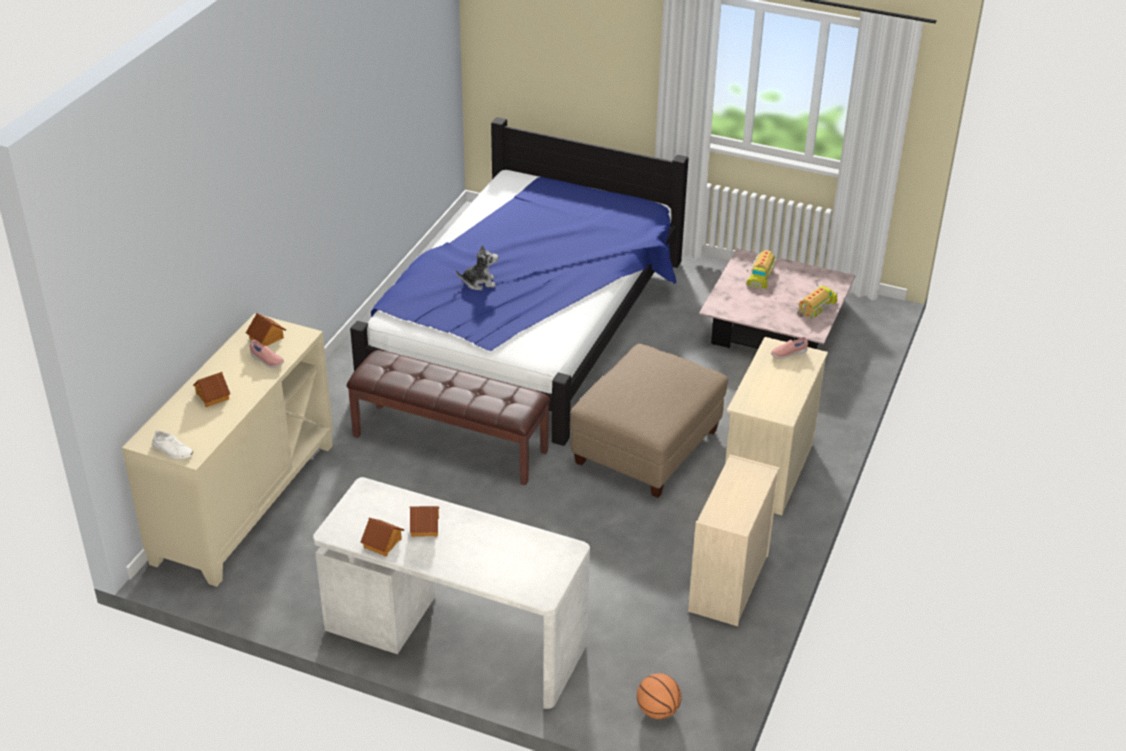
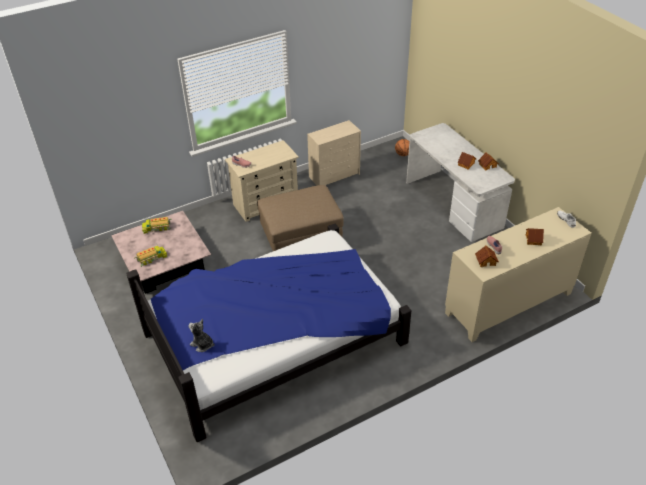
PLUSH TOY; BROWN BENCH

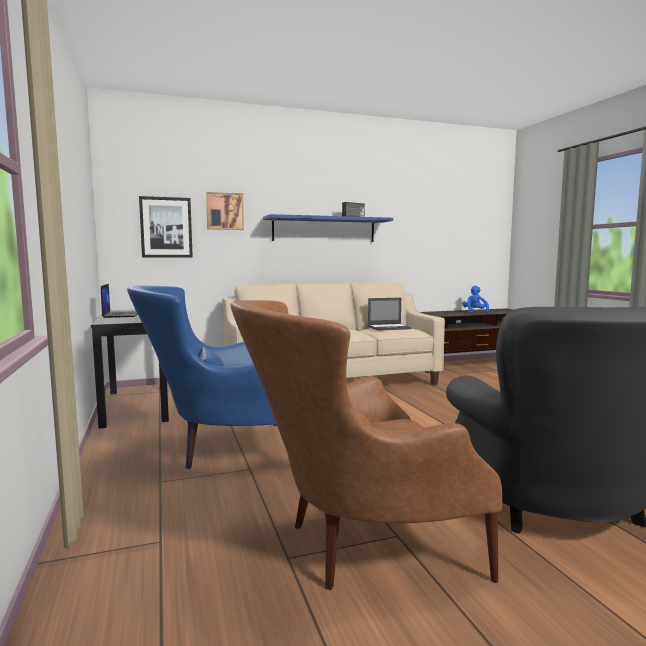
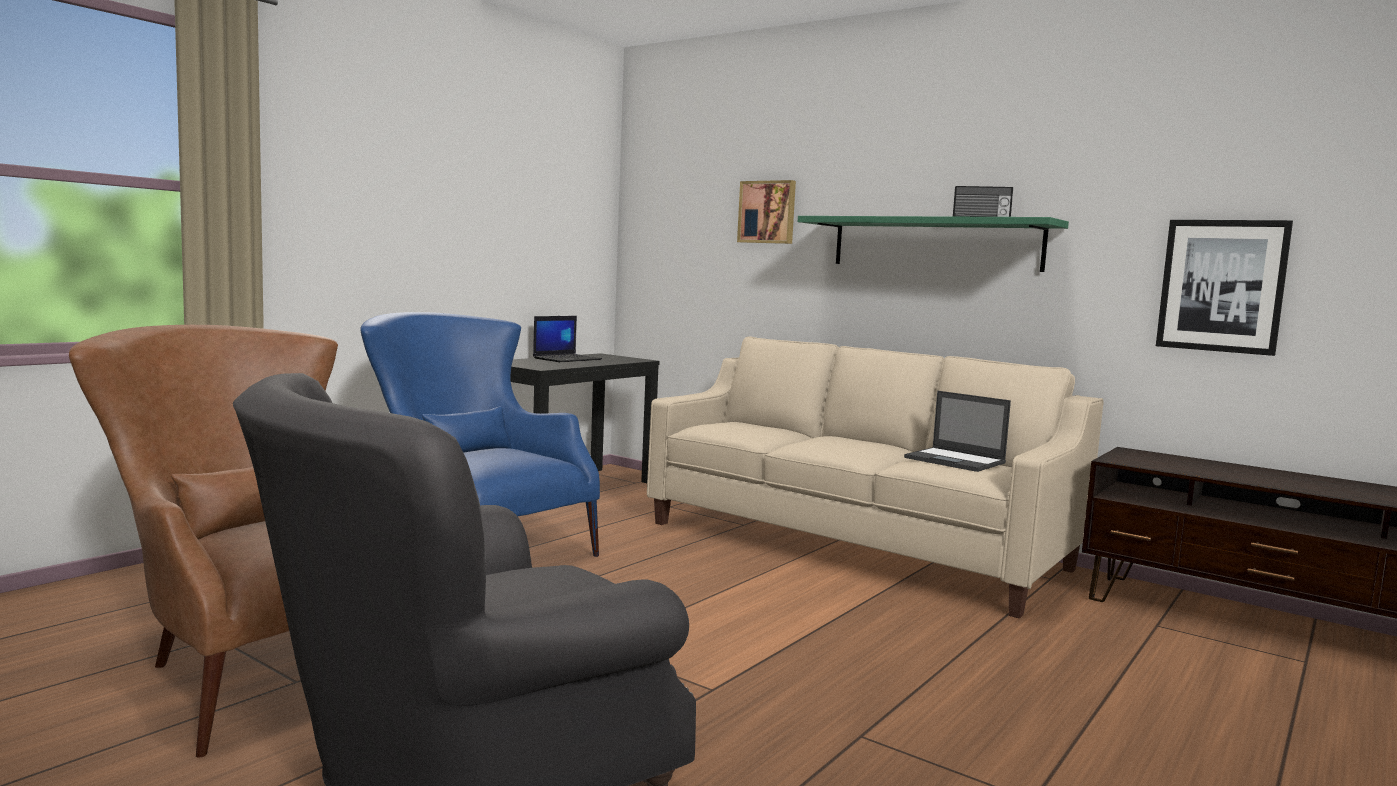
PICTURE (no. 2 from left); GREEN SHELF; BLUE PLUSH TOY

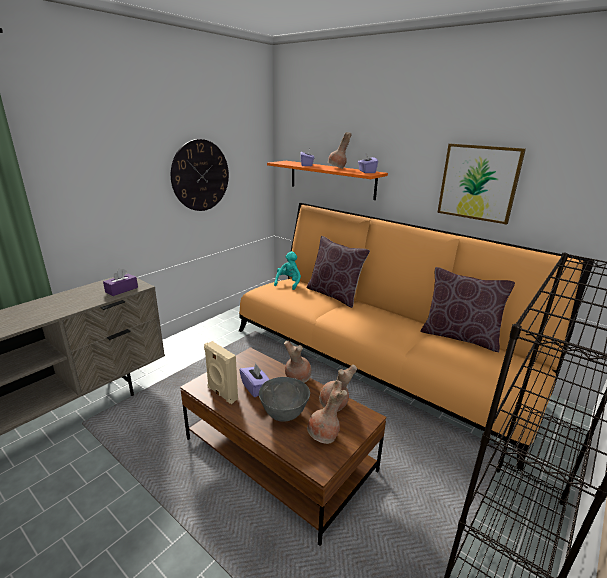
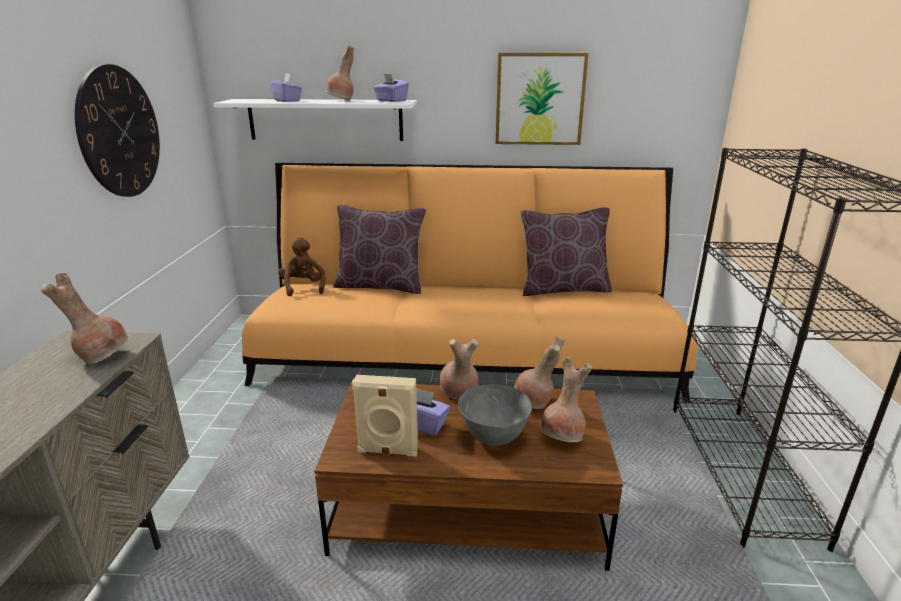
WHITE SHELF; BROWN PLUSH TOY; BROWN VASE (no. 1 from left)

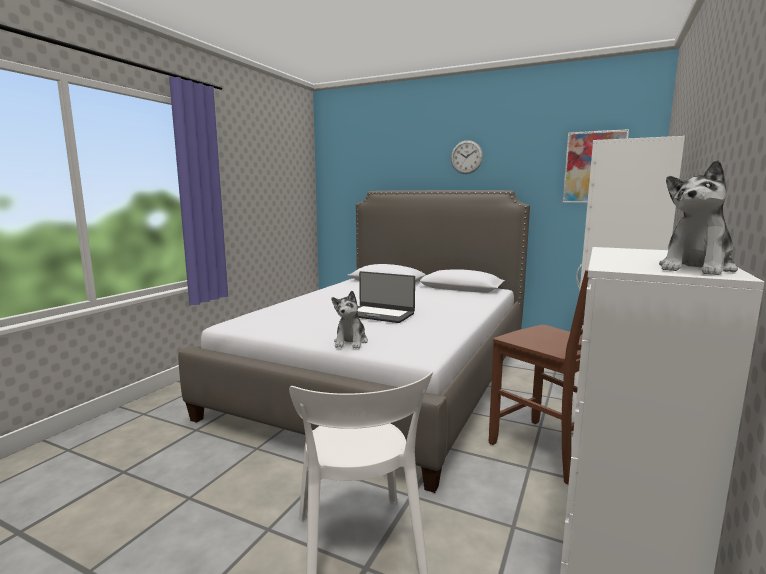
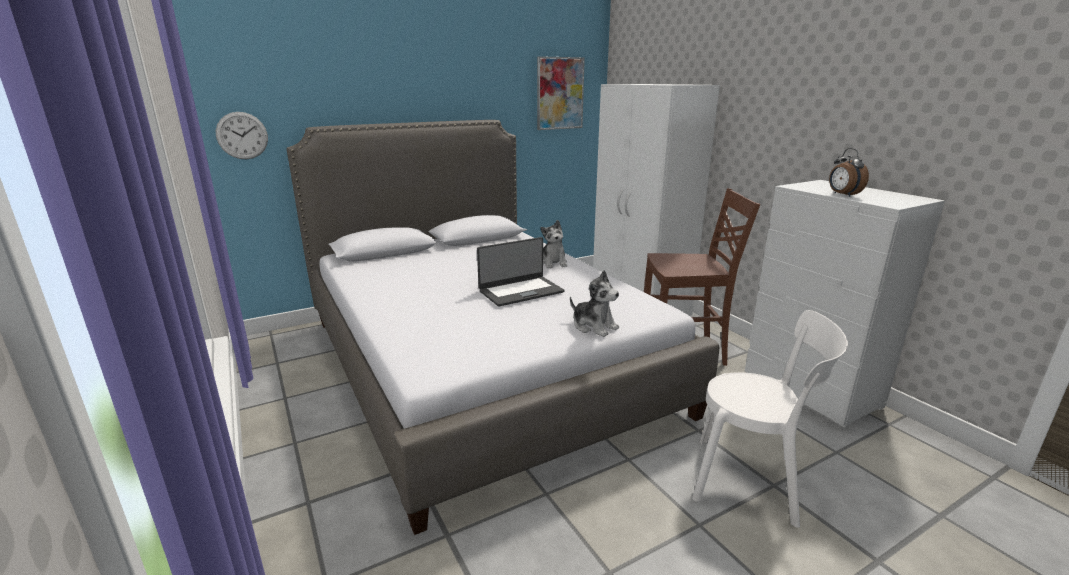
WALL CLOCK; PLUSH TOY (no. 1 from left); ALARM CLOCK

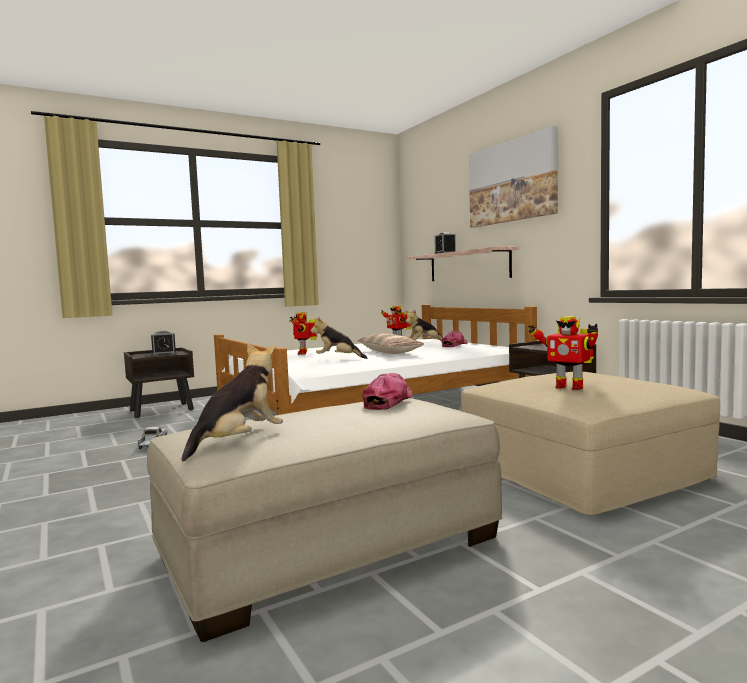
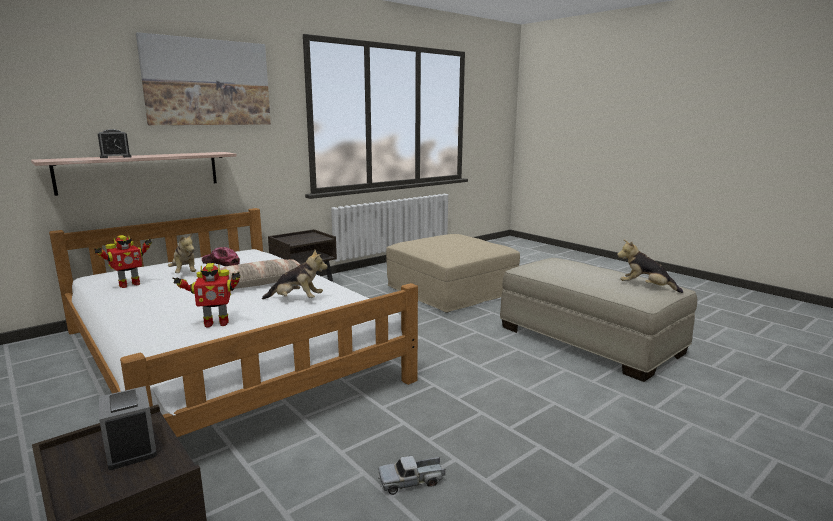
TOY ROBOT (no. 3 from left in the first image); PLUSH TOY (no. 2 from left); CAP (no. 1 from left in the first image)

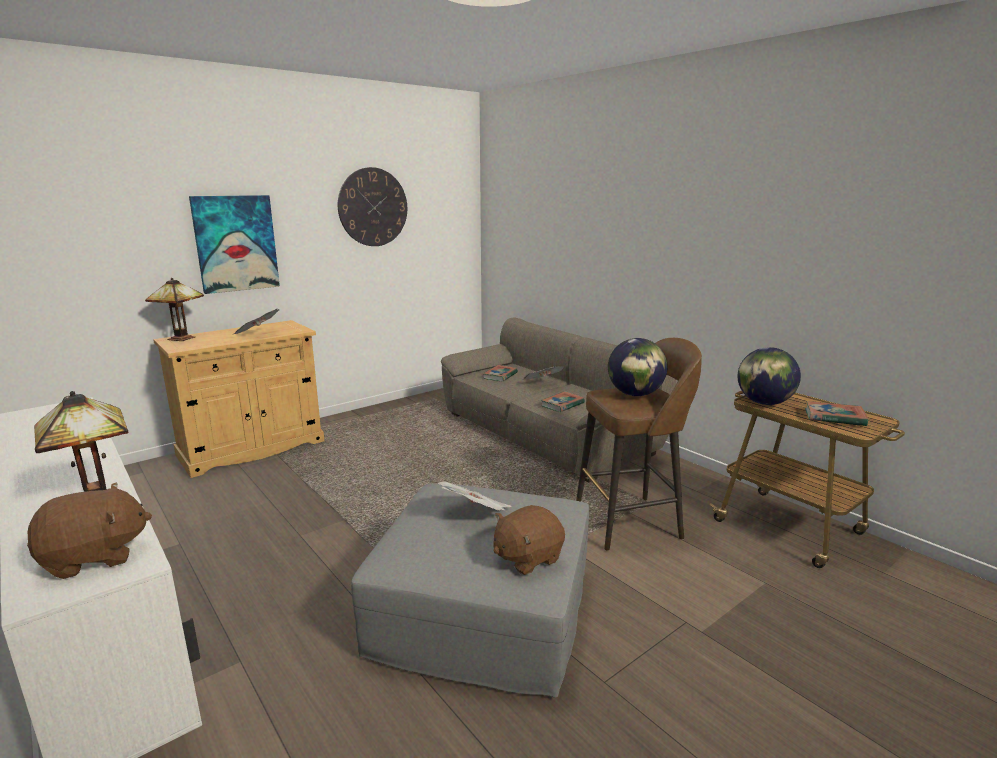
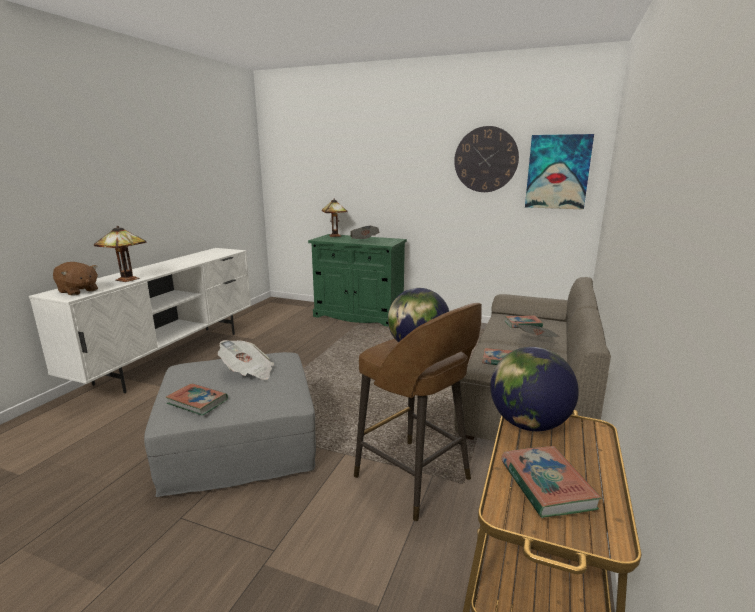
PICTURE; GREEN CABINET; BOOK (no. 1 from left)

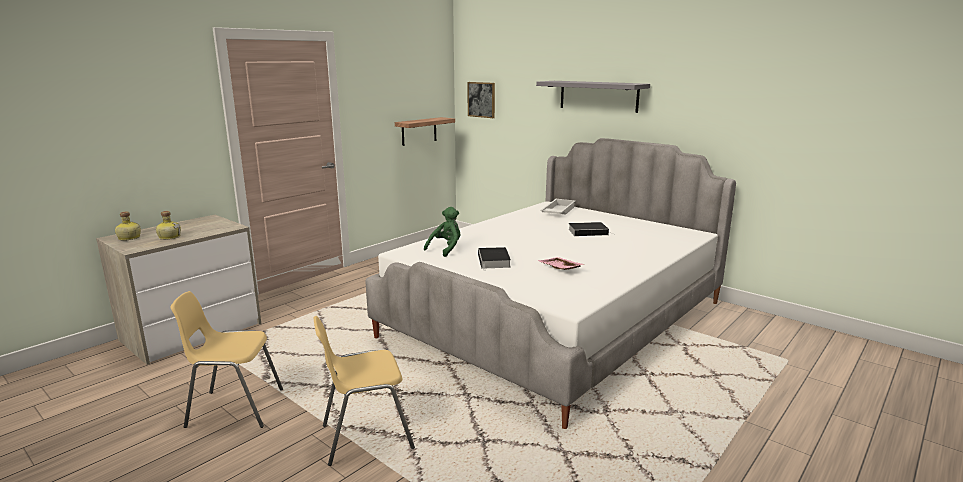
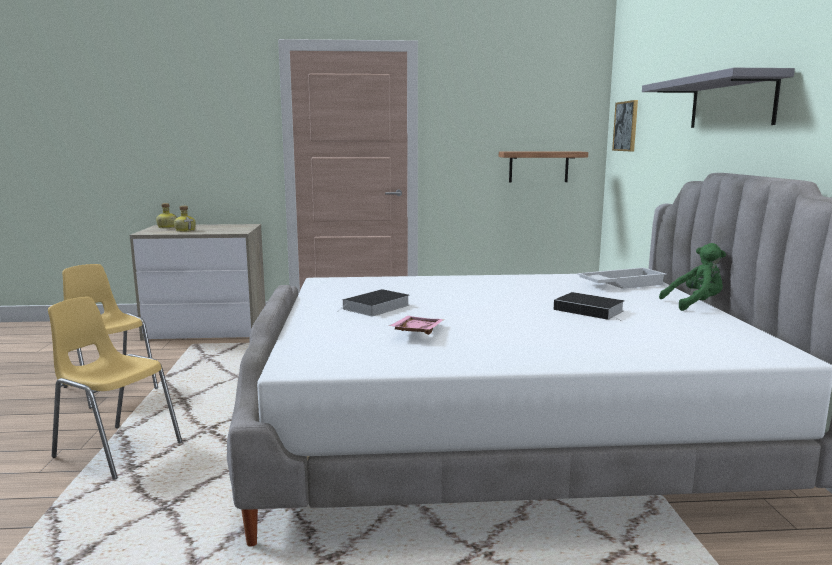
GREEN PLUSH TOY

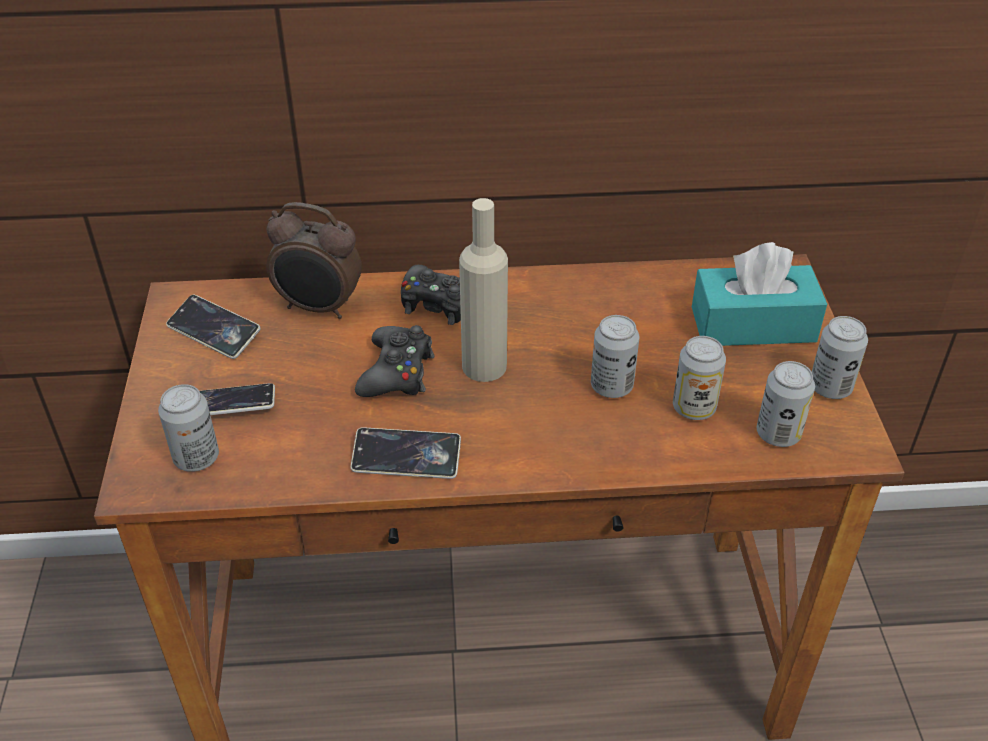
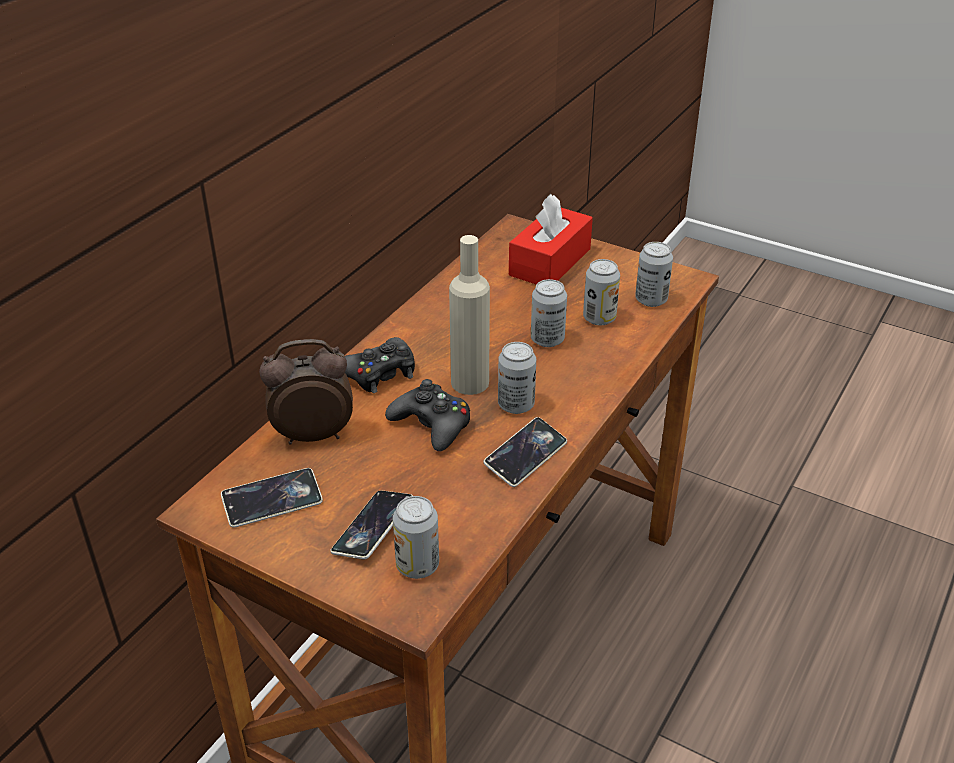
ALARM CLOCK; RED TISSUE BOX; CAN (no. 2 from left)

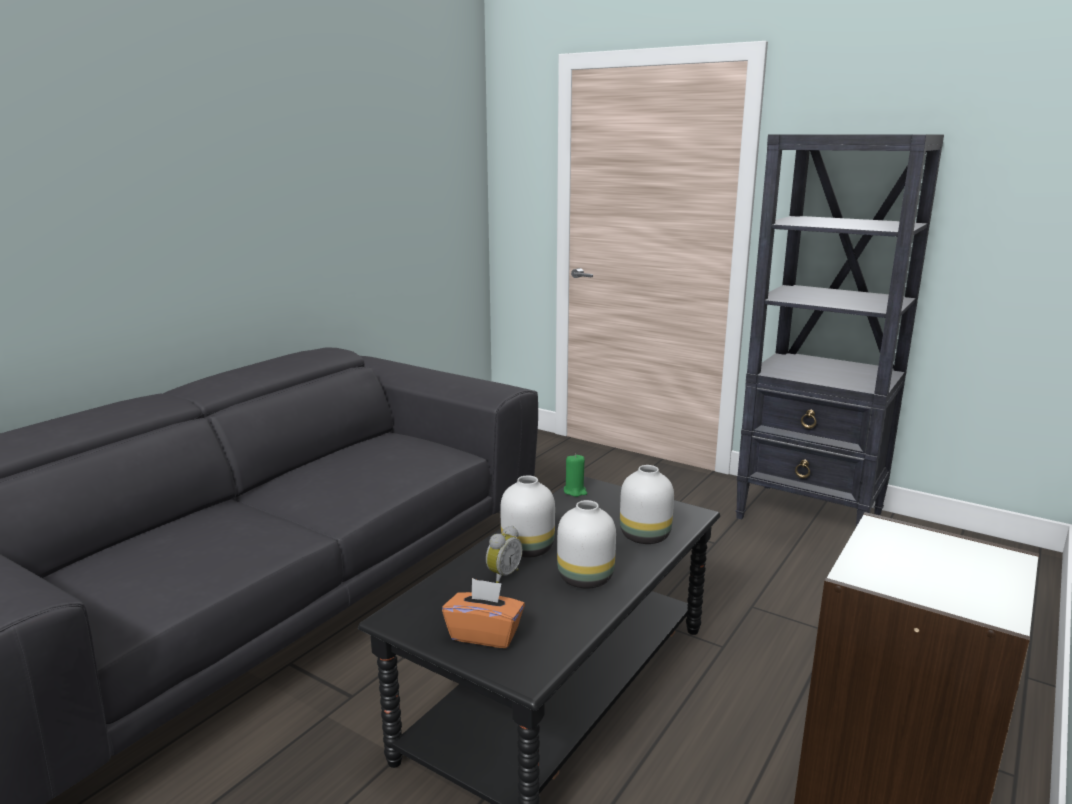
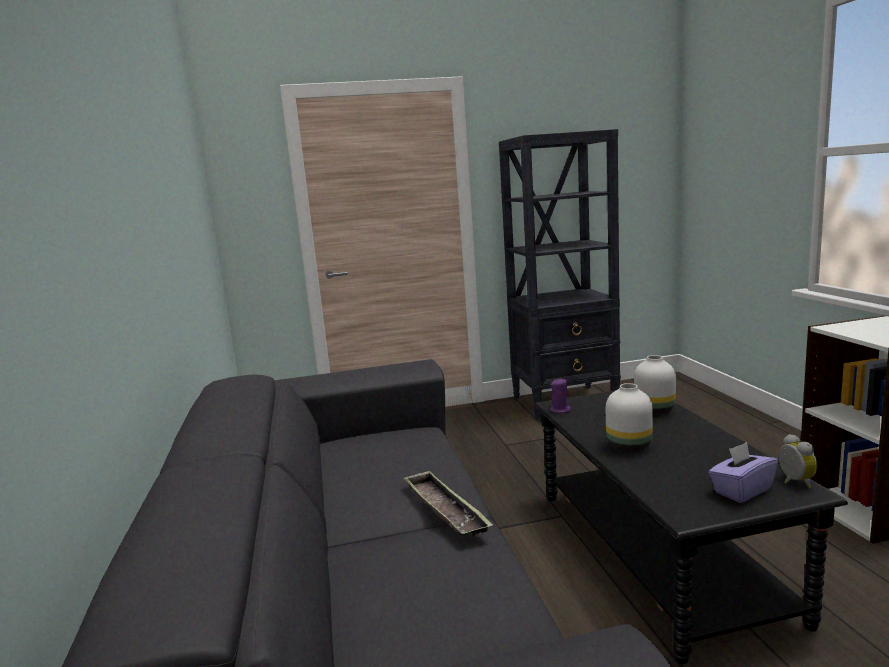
PURPLE CANDLE; WHITE VASE (no. 2 from left in the first image); ALARM CLOCK; PURPLE TISSUE BOX; TRAY

